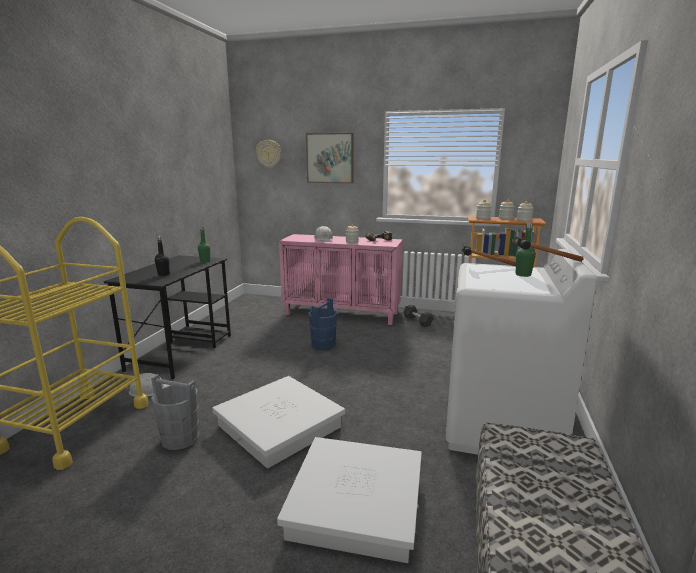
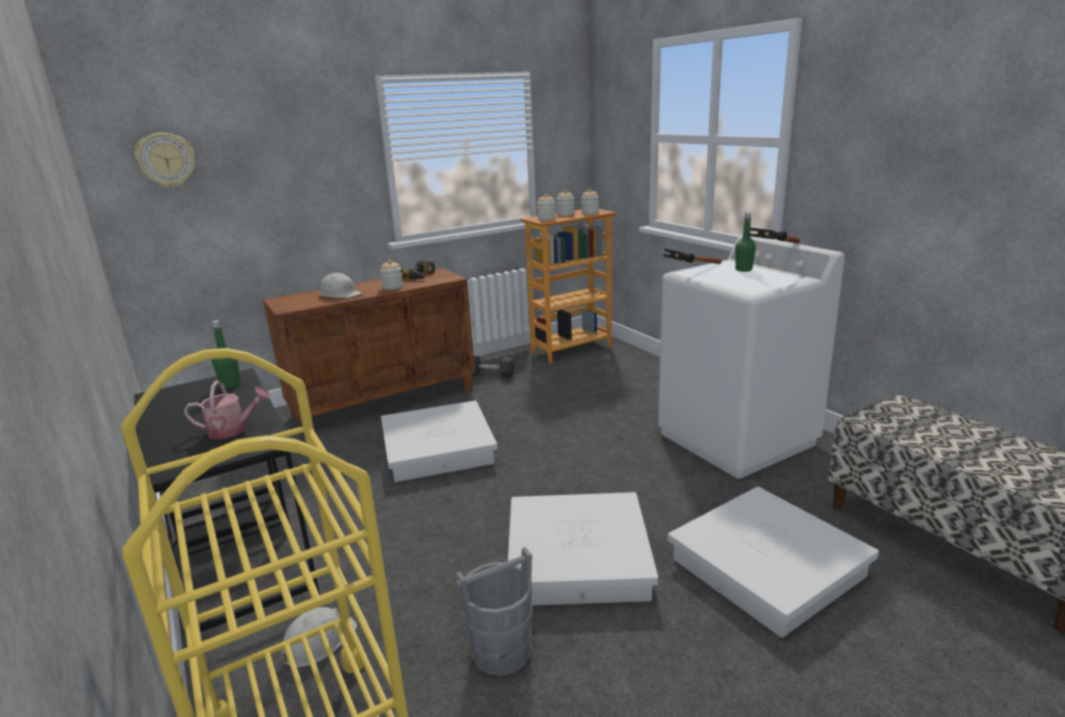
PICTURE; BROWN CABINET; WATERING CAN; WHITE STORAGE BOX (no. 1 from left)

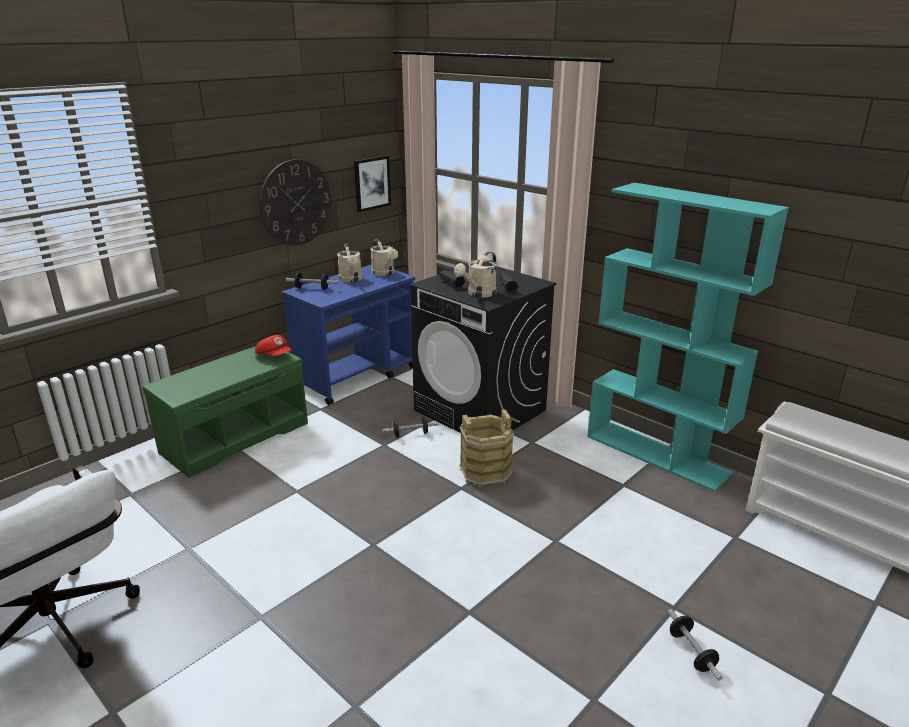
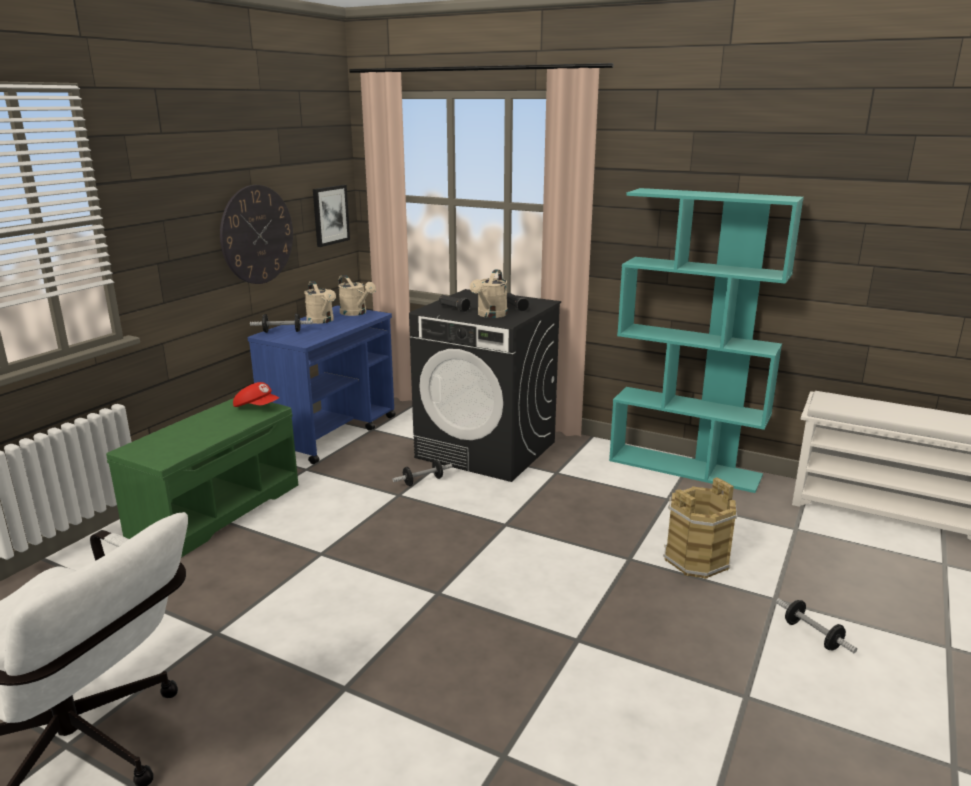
BROWN BUCKET

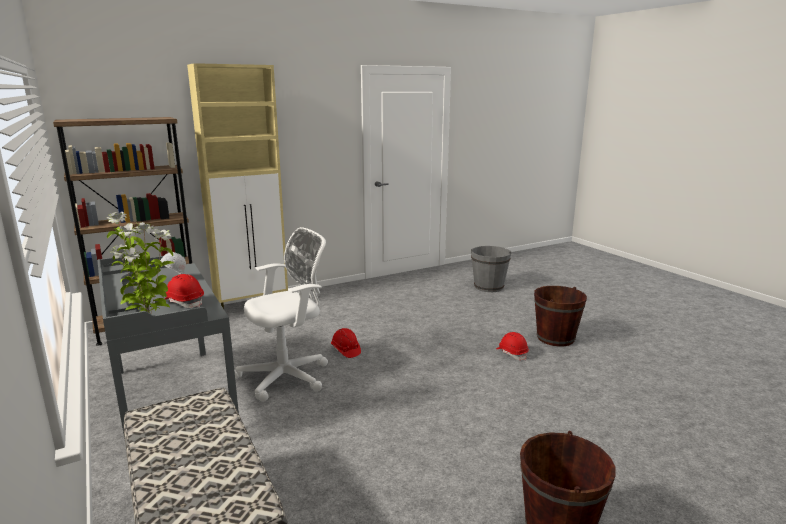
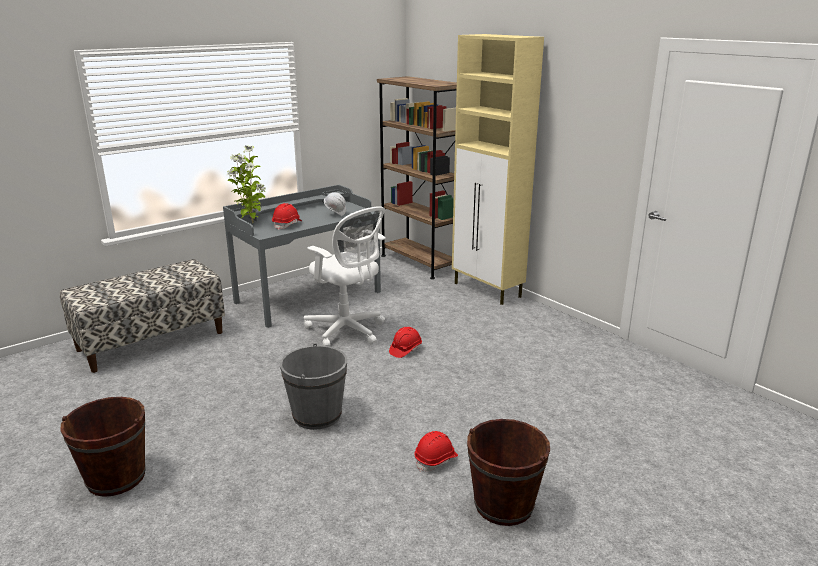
GREY BUCKET

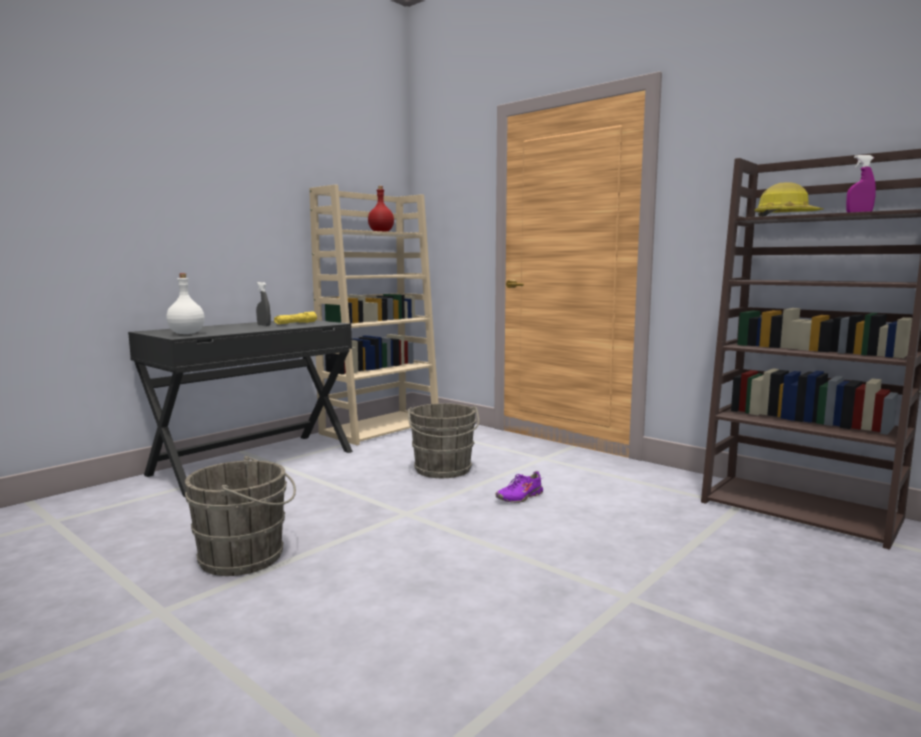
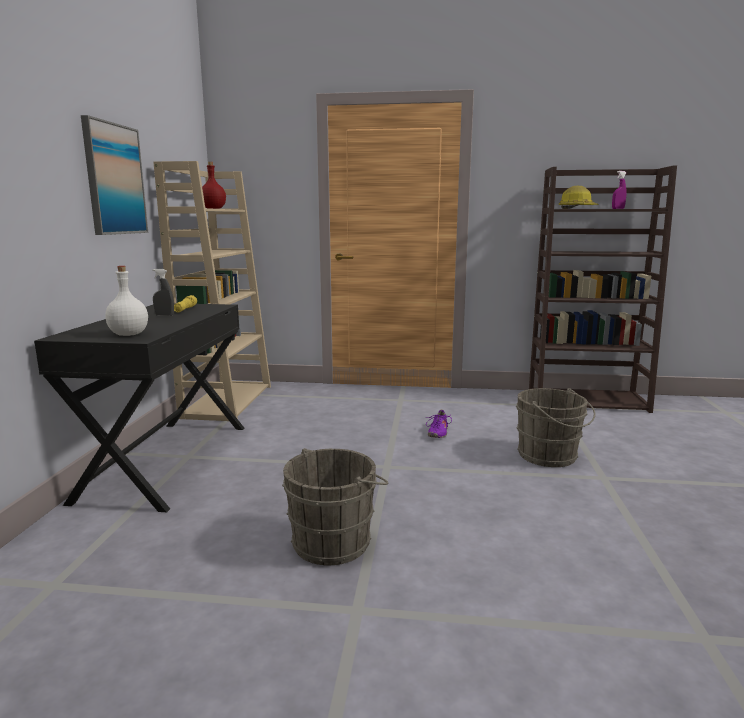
GREY BUCKET (no. 2 from left); PICTURE

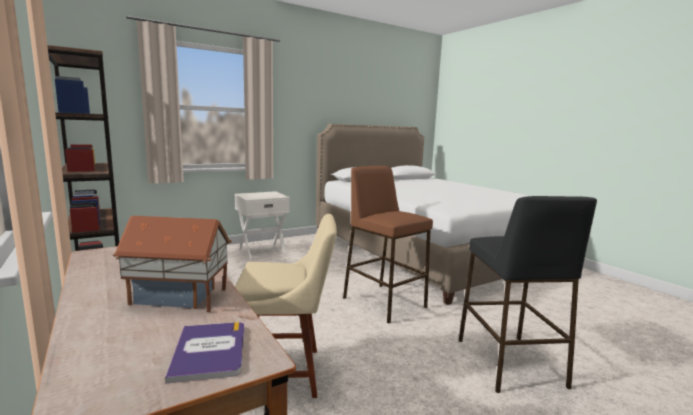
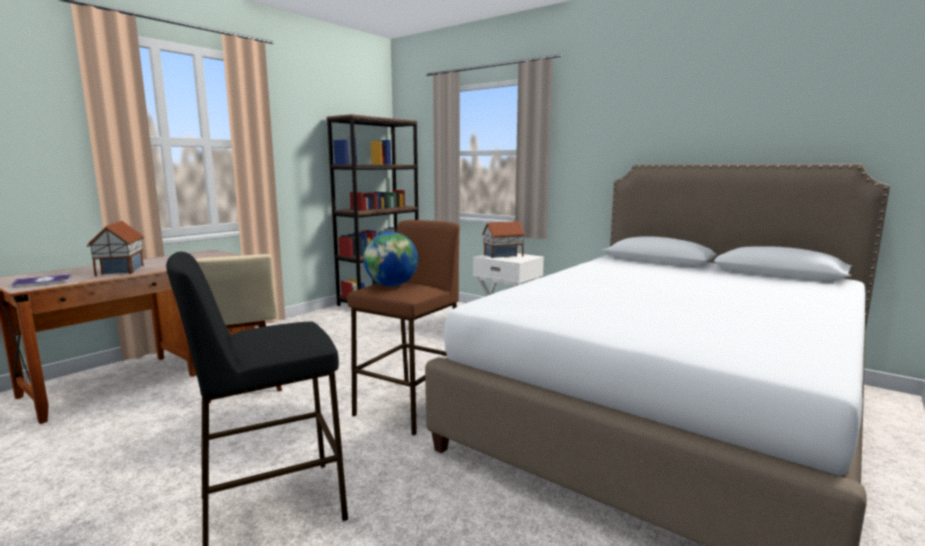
TOY HOUSE (no. 2 from left); GLOBE

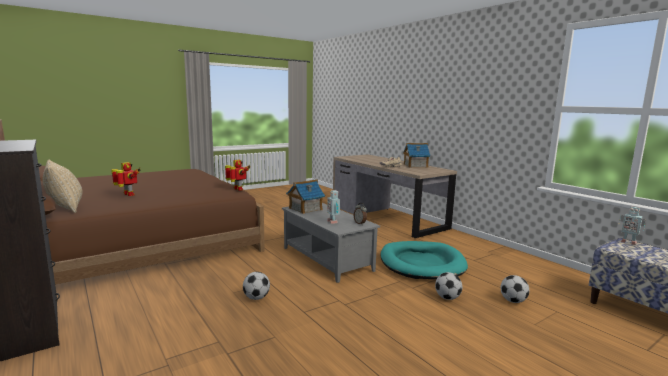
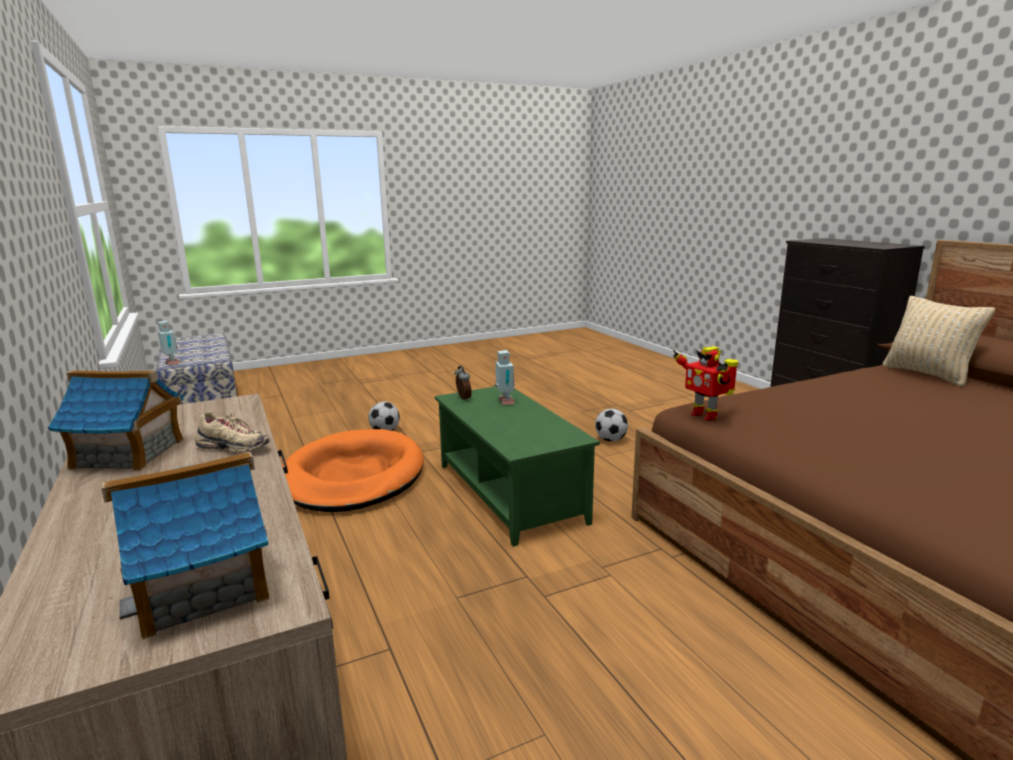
TOY ROBOT (no. 1 from left in the first image); TOY HOUSE (no. 2 from left); GREEN COFFEE TABLE; ORANGE DOG BED; FOOTBALL (no. 3 from left in the first image)

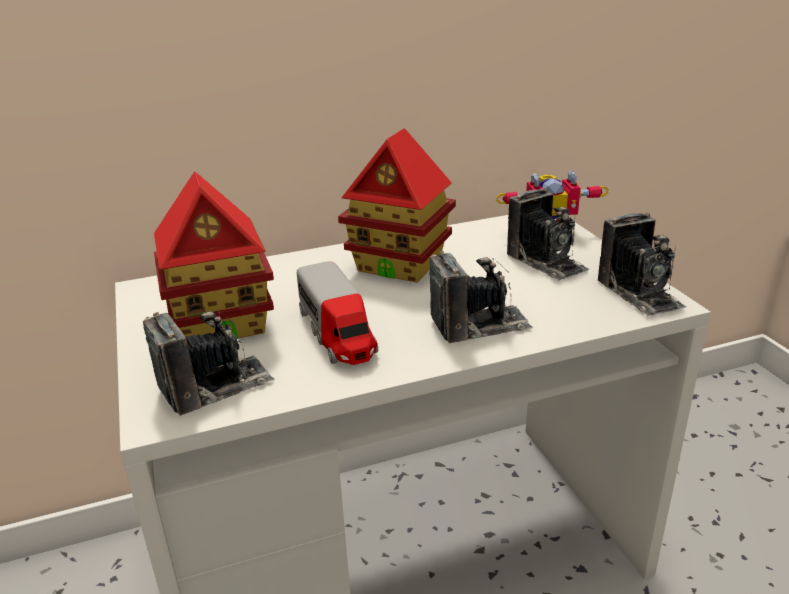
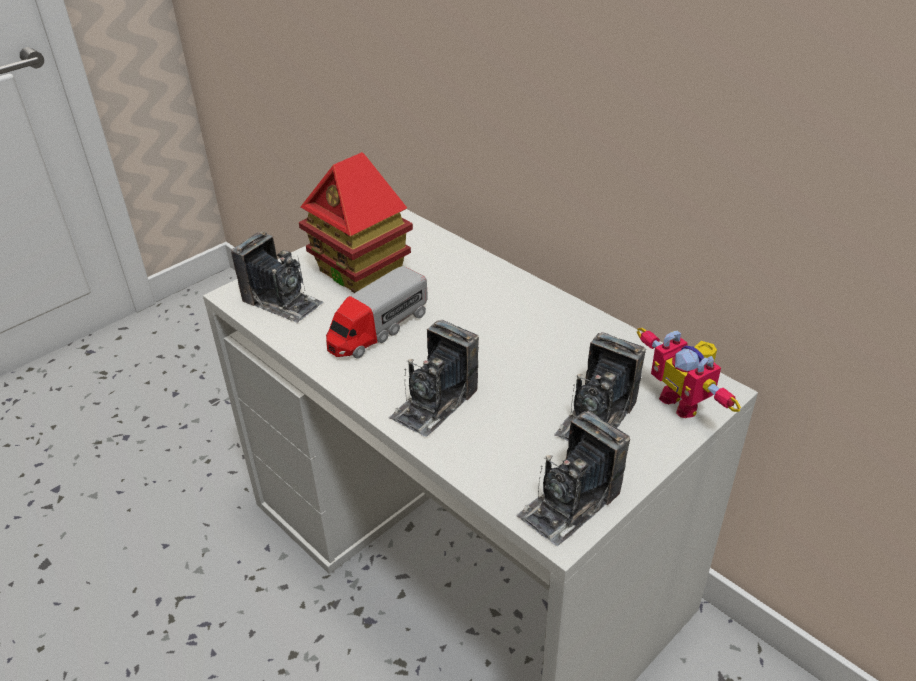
TOY HOUSE (no. 2 from left in the first image); PHOTO CAMERA (no. 2 from left)

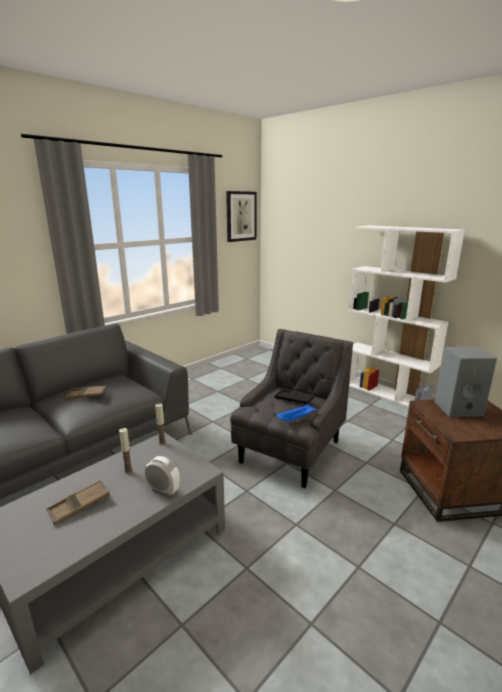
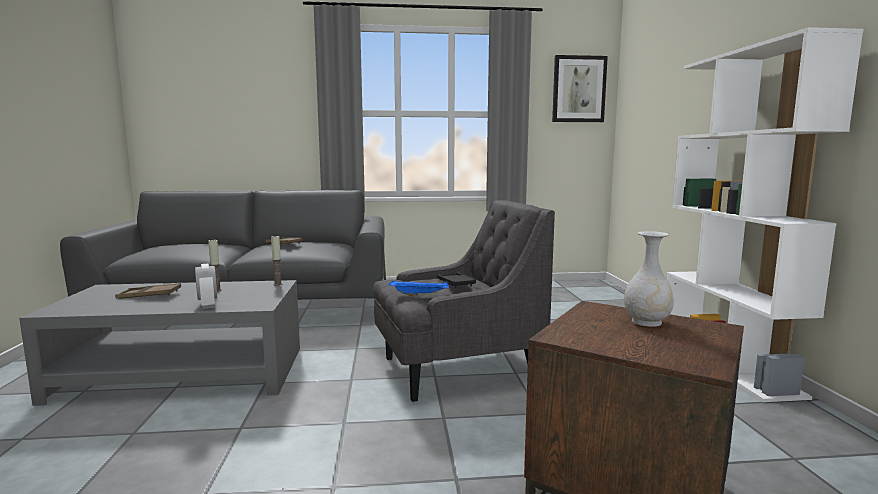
WHITE VASE

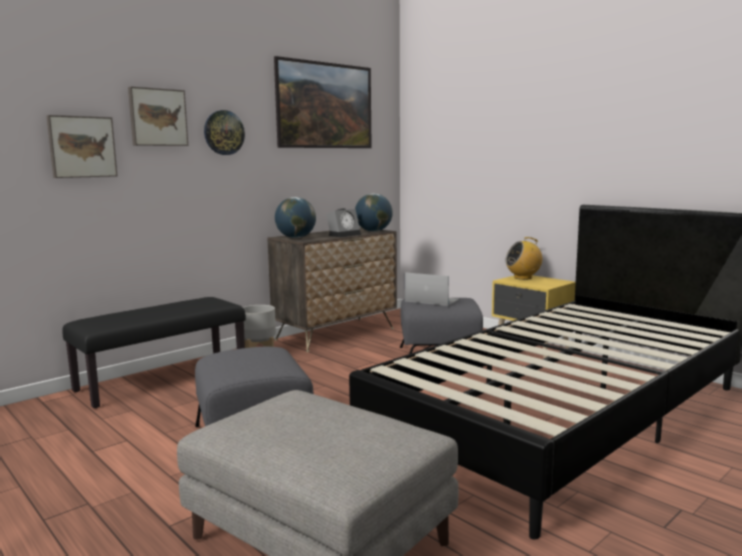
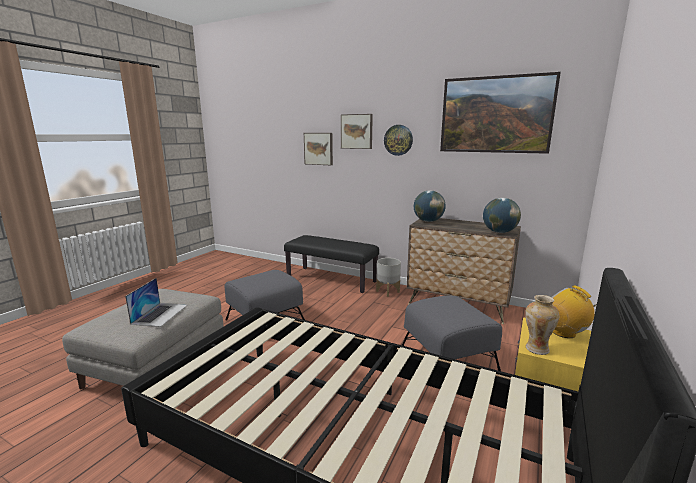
ALARM CLOCK; LAPTOP; VASE

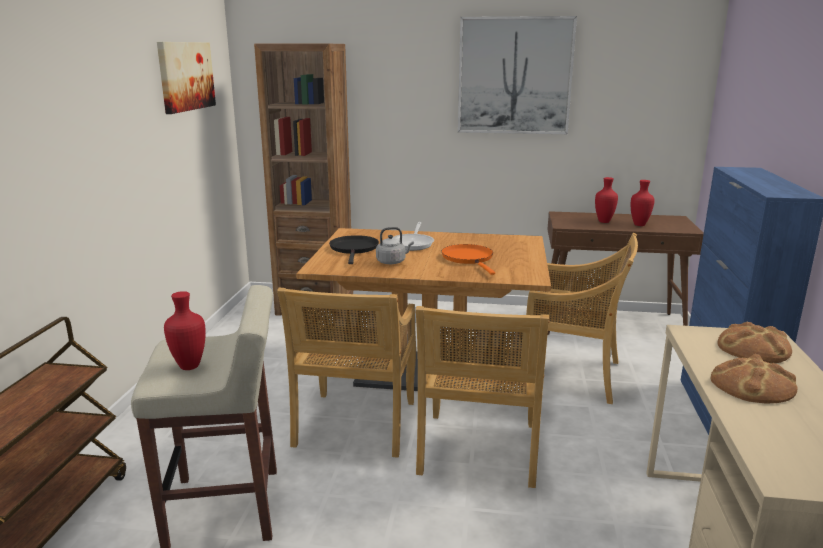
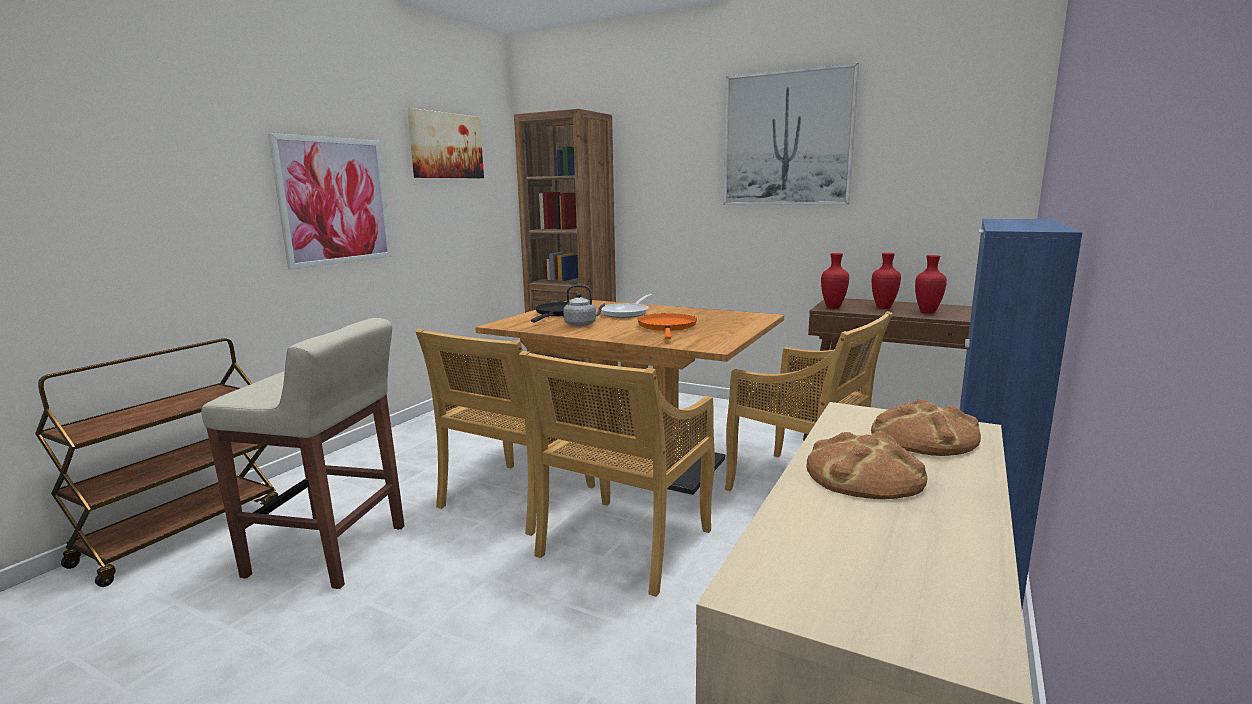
RED VASE (no. 1 from left); PICTURE (no. 1 from left)

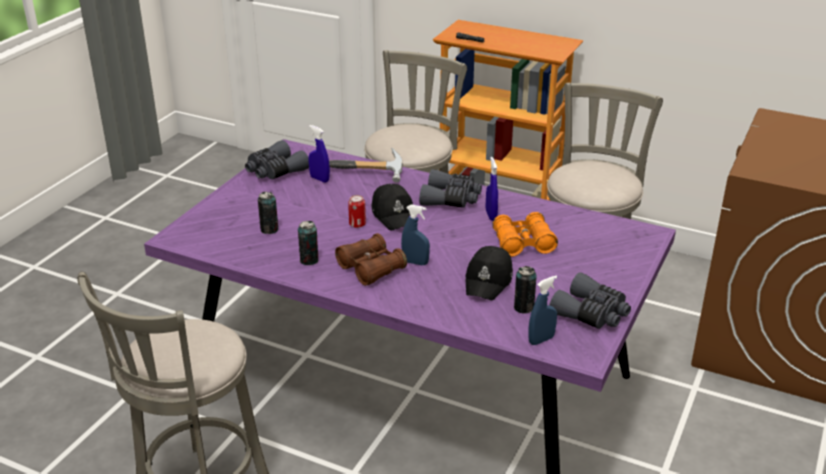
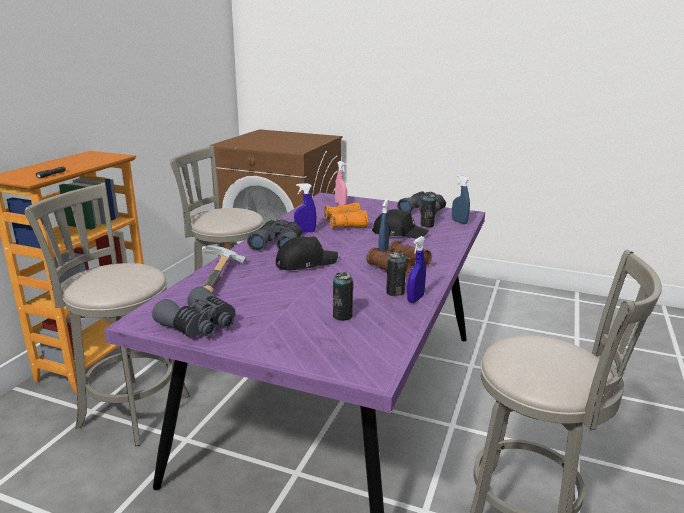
BLUE SPRAY BOTTLE (no. 3 from left); CAN (no. 3 from left in the first image); PINK SPRAY BOTTLE

